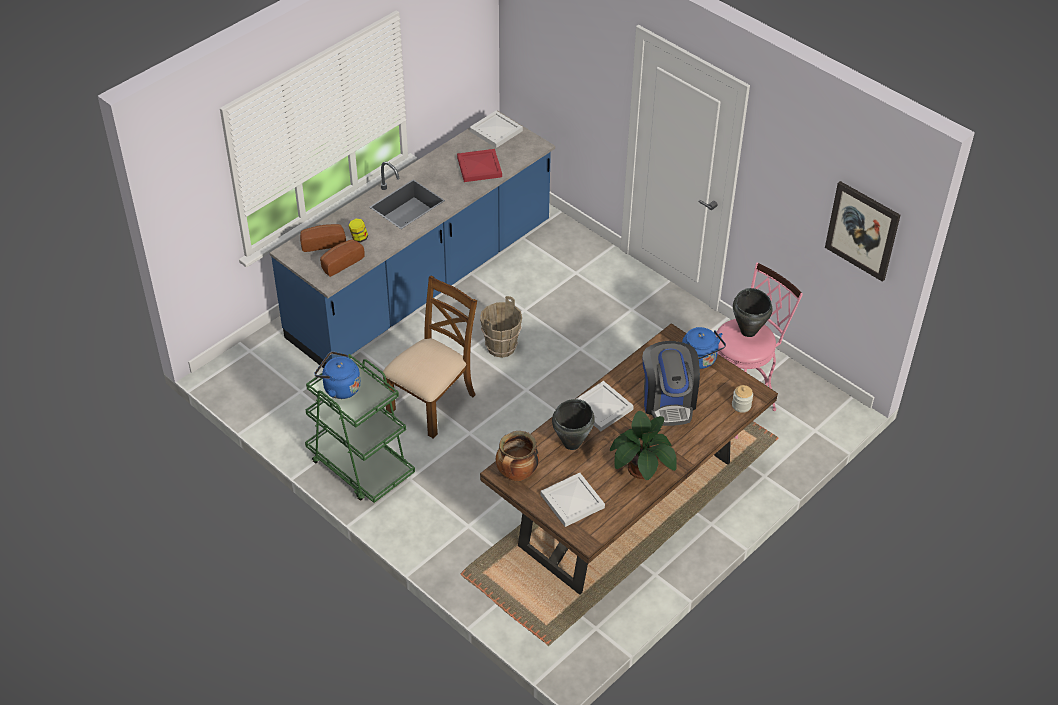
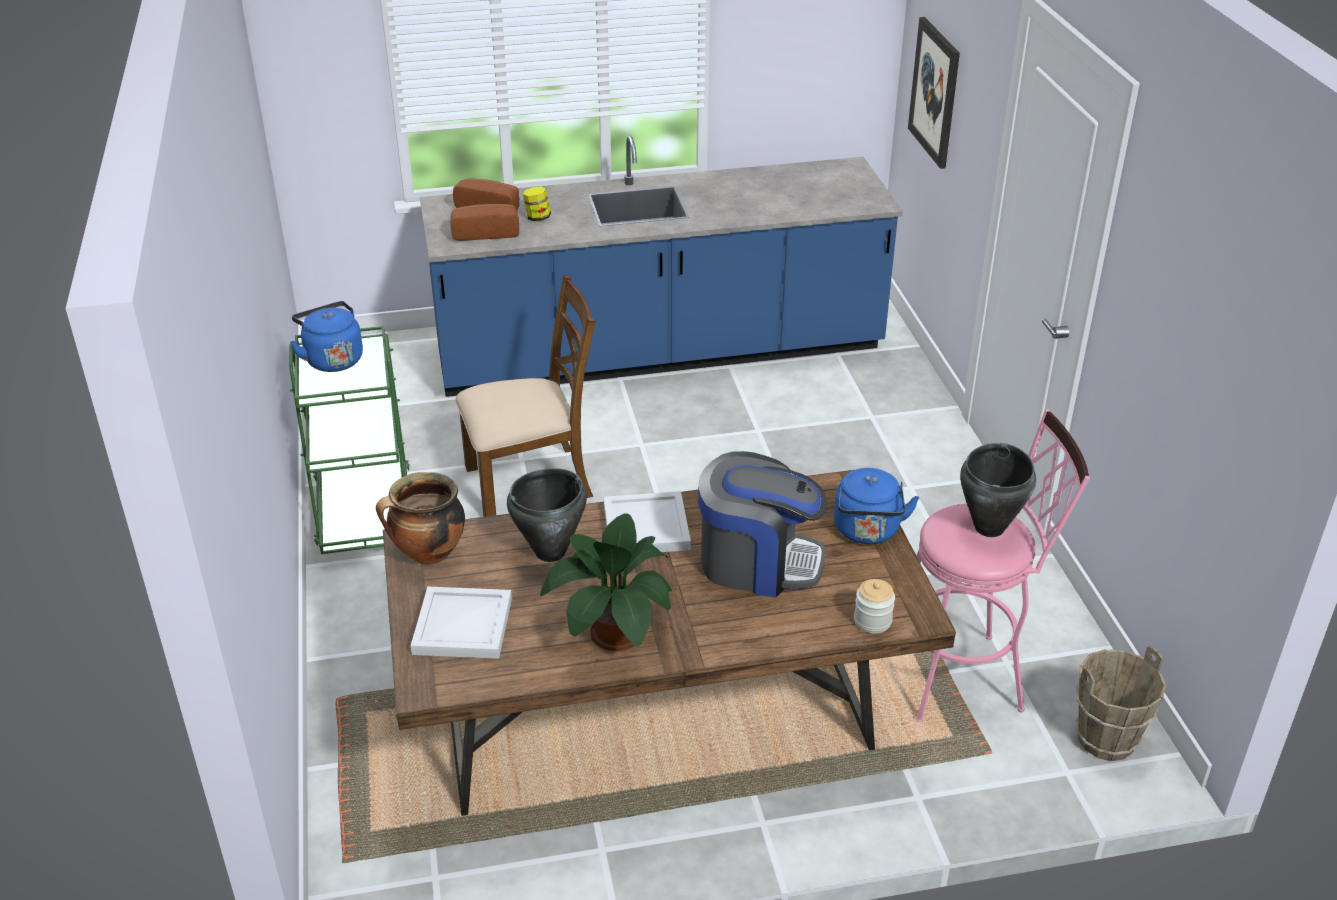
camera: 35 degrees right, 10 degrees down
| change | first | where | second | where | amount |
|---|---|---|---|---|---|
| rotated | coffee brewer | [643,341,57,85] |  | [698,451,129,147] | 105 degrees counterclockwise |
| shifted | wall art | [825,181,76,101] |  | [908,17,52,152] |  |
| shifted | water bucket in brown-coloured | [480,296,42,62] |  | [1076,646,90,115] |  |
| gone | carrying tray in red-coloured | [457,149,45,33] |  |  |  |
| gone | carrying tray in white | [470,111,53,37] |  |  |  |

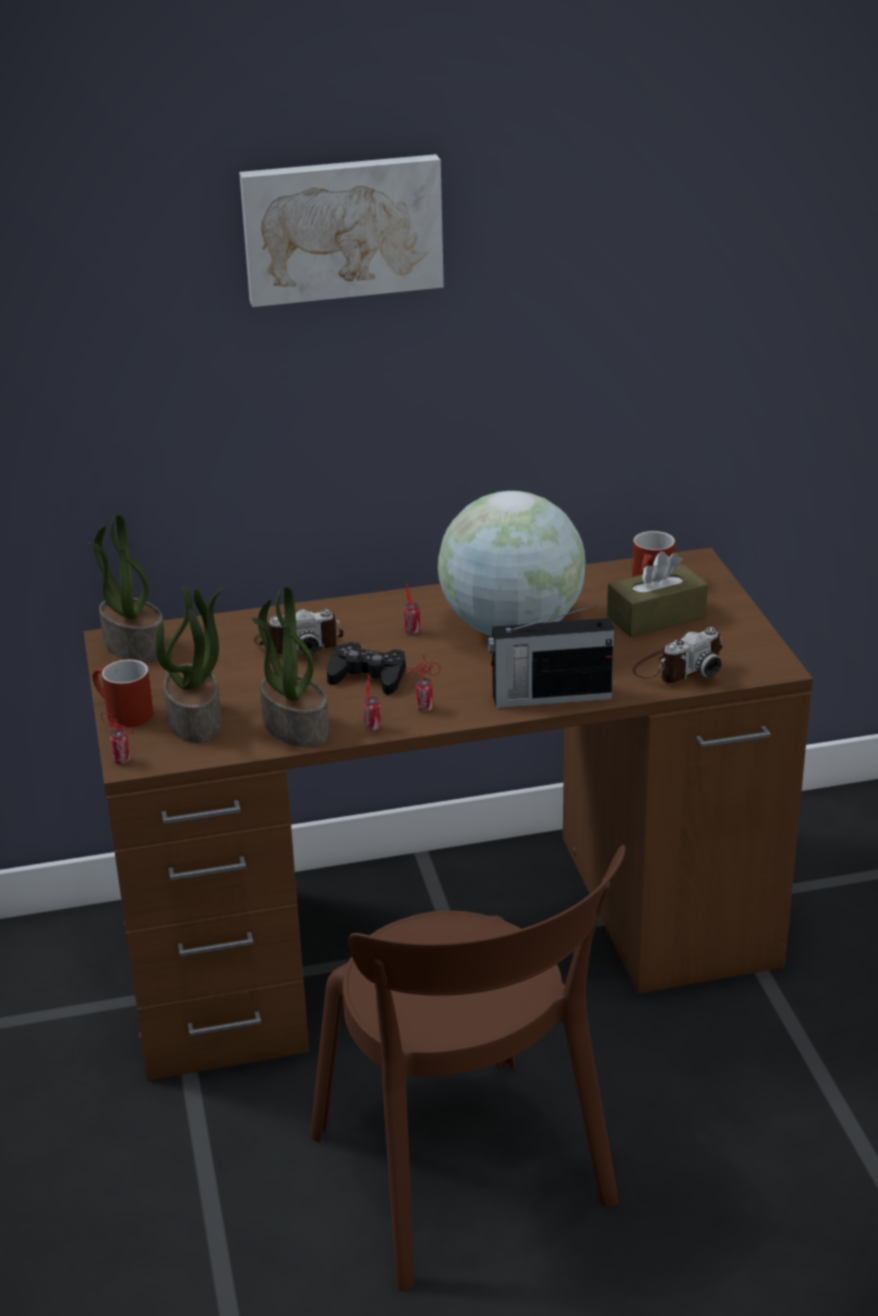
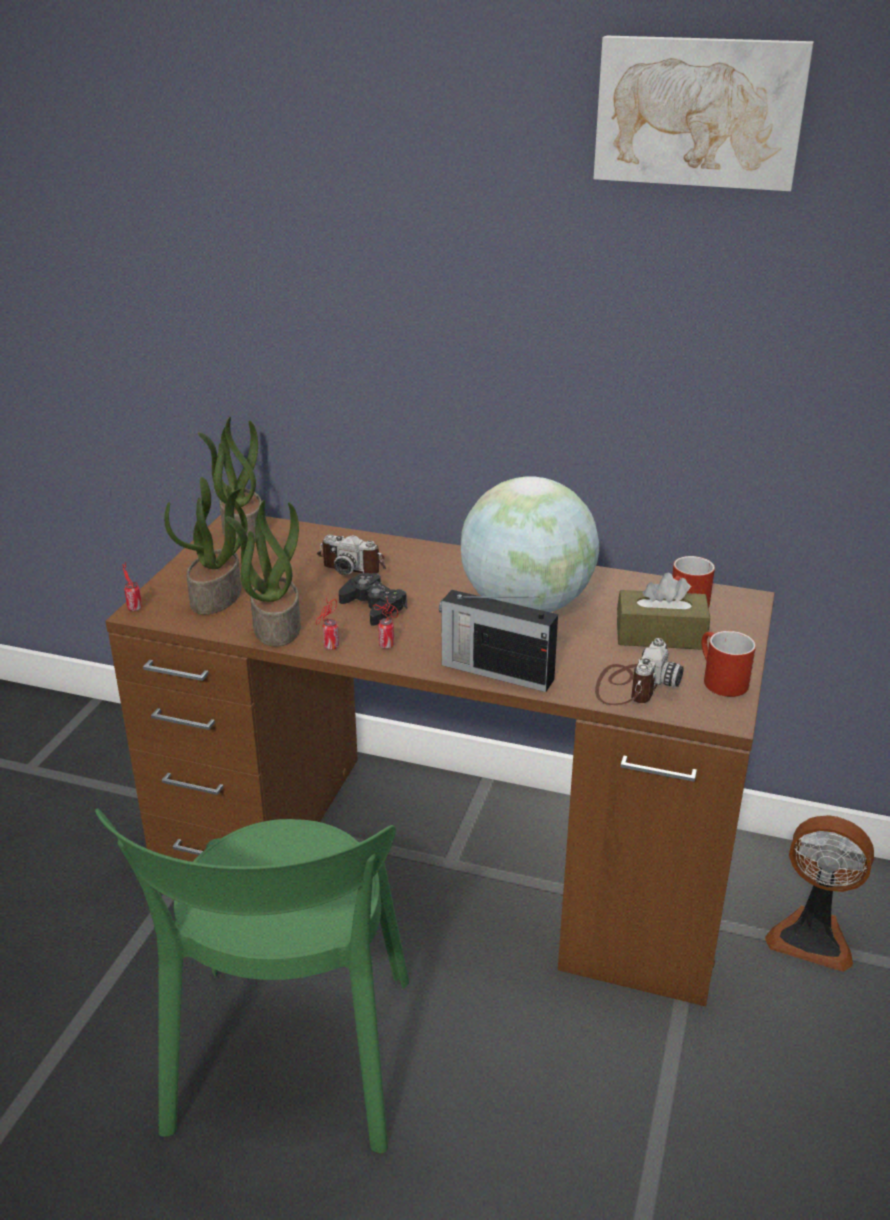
camera: 30 degrees right, 0 degrees up
| change | first | where | second | where | amount |
|---|---|---|---|---|---|
| repainted | chair in brown-coloured | [310,845,316,447] | chair in greenish | [95,808,314,345] |  |
| shifted | wall art | [239,154,205,153] |  | [593,35,221,156] |  |
| rotated | photo camera | [632,627,90,56] |  | [595,638,89,67] | 60 degrees counterclockwise |
| shifted | mug in red-coloured | [92,659,62,68] |  | [702,631,54,66] |  |
| new |  |  | electric fan | [765,815,109,157] |  |
| gone | metal can | [404,581,17,53] |  |  |  |

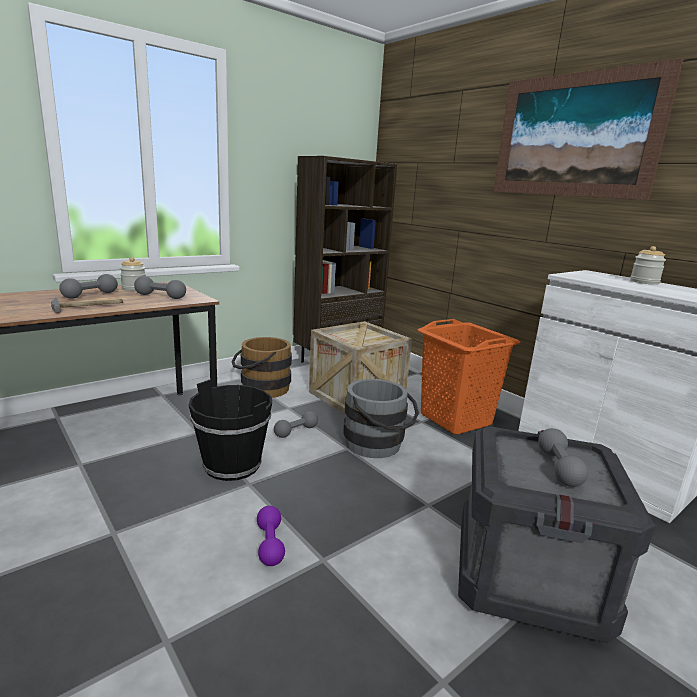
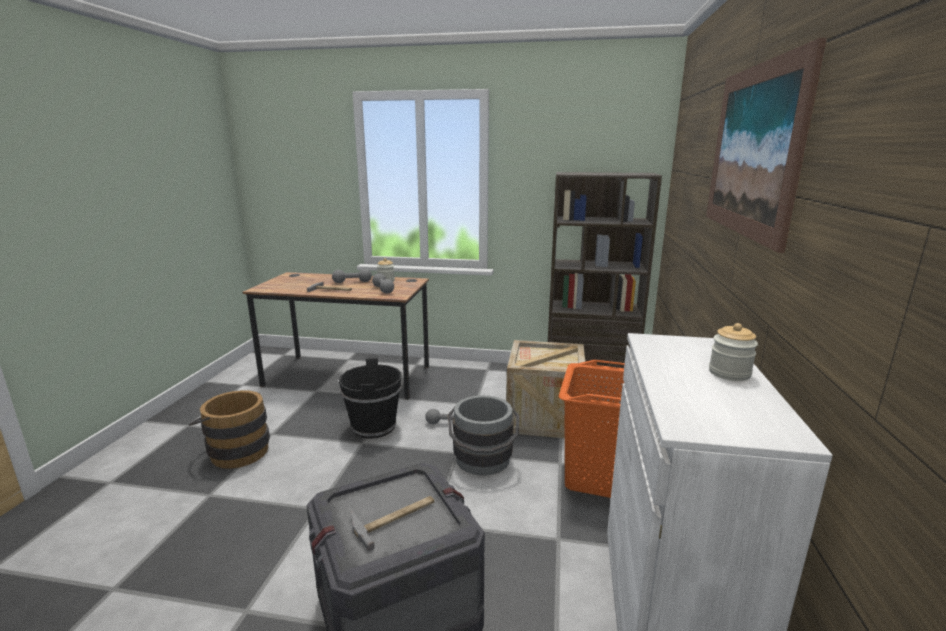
camera: 50 degrees right, 0 degrees up
| change | first | where | second | where | amount |
|---|---|---|---|---|---|
| shifted | water bucket in brown-coloured | [231,337,61,61] |  | [188,390,82,79] |  |
| swapped | free weight in greyish | [538,428,50,59] | tool hammer | [351,496,83,55] |  |
| gone | free weight in purple | [257,506,28,60] |  |  |  |

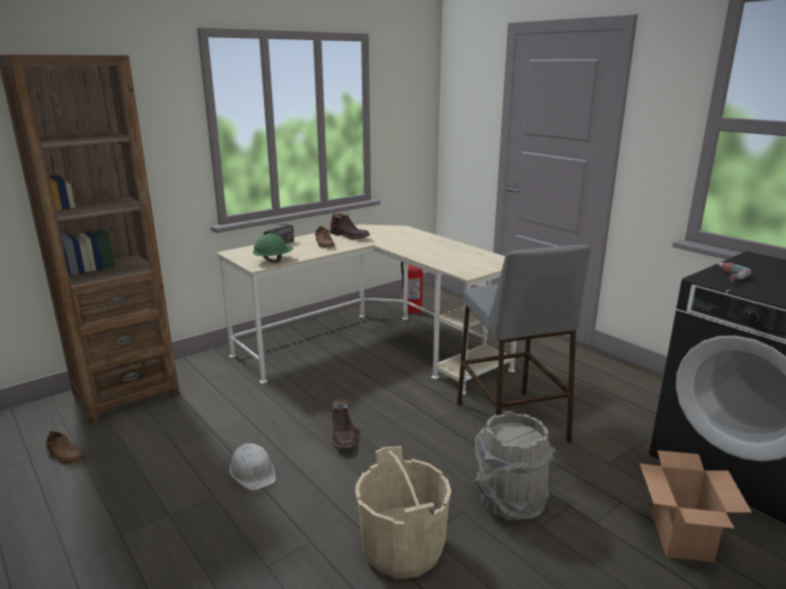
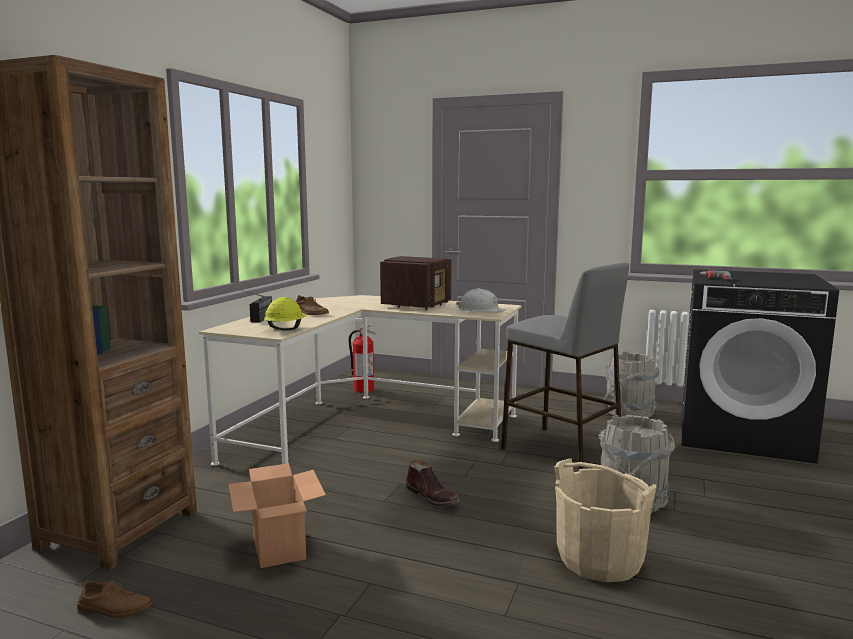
camera: 30 degrees left, 10 degrees down
| change | first | where | second | where | amount |
|---|---|---|---|---|---|
| shifted | cardboard box | [639,450,113,112] |  | [228,463,98,105] |  |
| repainted | hard hat in greenish | [253,233,40,30] | hard hat in yellow | [264,297,42,33] |  |
| new |  |  | radio | [380,256,71,54] |  |
| shifted | hard hat in white | [229,443,47,47] |  | [457,289,49,23] |  |
| new |  |  | water bucket in greyish | [603,352,56,65] |  |
| gone | high-top boot in brown-coloured | [330,213,40,26] |  |  |  |

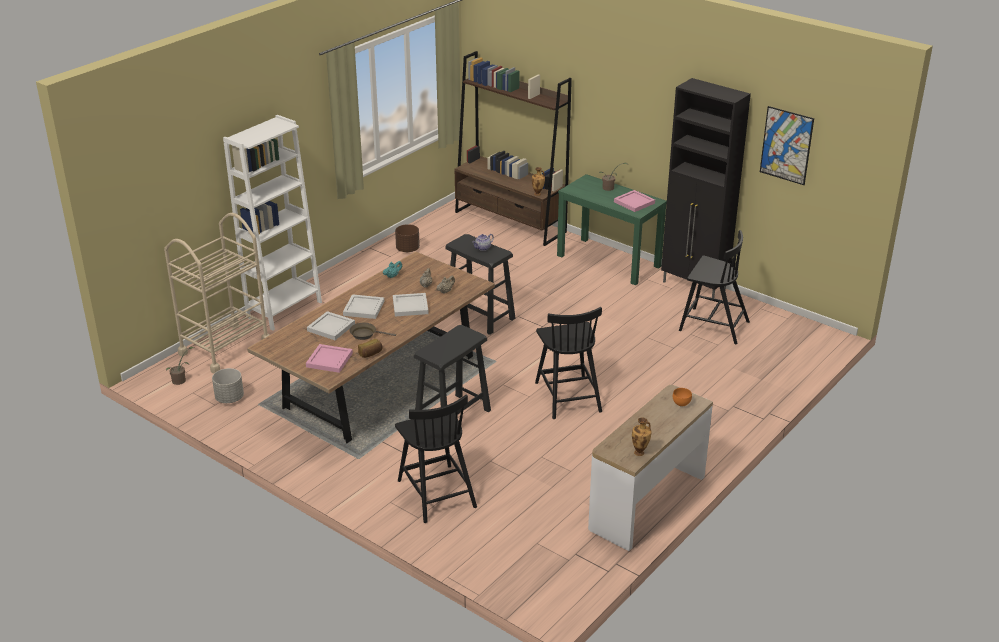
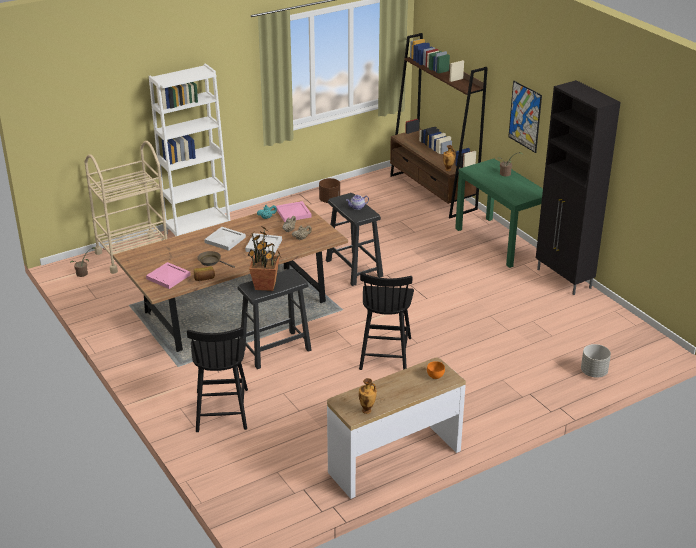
camera: 20 degrees right, 0 degrees up
| change | first | where | second | where | amount |
|---|---|---|---|---|---|
| new |  |  | potted plant | [248,227,33,64] |  |
| shifted | carrying tray in pink | [614,190,41,22] |  | [276,201,36,21] |  |
| shifted | wall art | [760,106,54,79] |  | [508,81,34,72] |  |
| shifted | plant pot in greyish | [212,368,32,35] |  | [581,344,30,33] |  |
| gone | carrying tray in white | [307,311,48,29] |  |  |  |
| gone | chair in blackish | [679,230,71,114] |  |  |  |

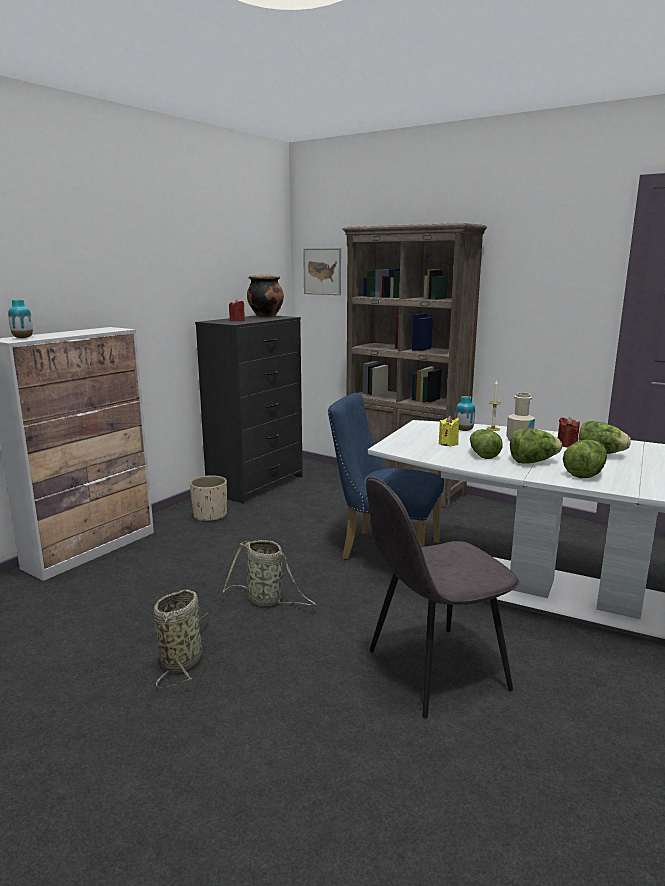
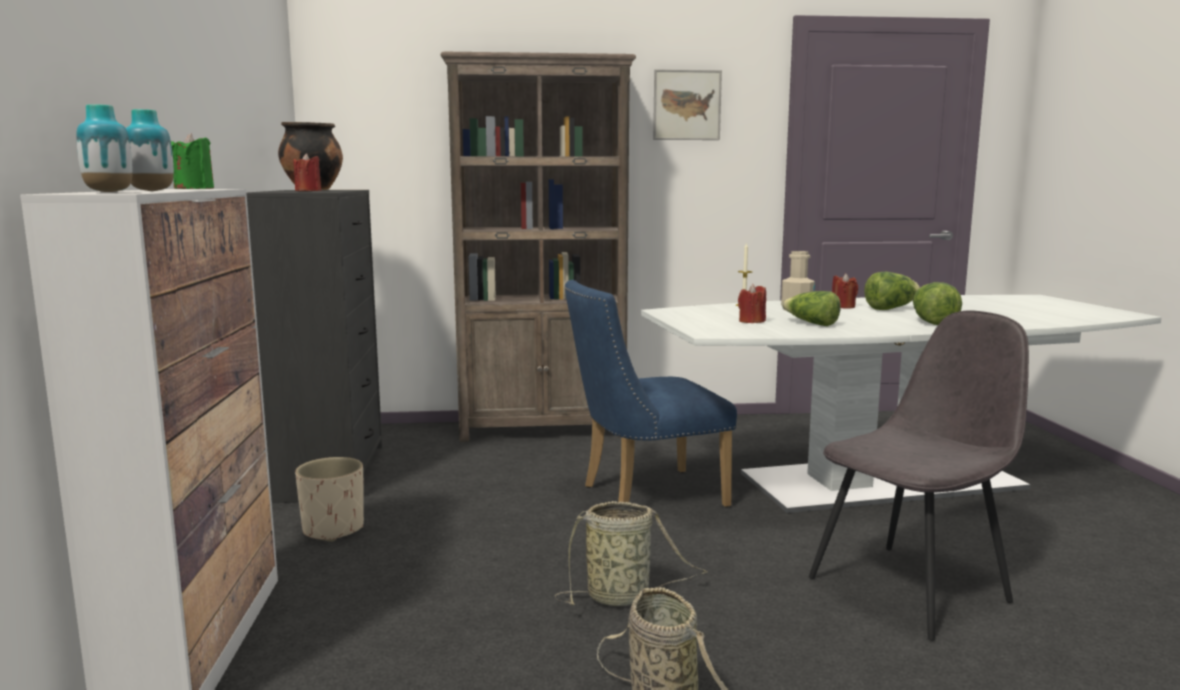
camera: 40 degrees left, 5 degrees down
| change | first | where | second | where | amount |
|---|---|---|---|---|---|
| shifted | vase | [455,396,20,35] |  | [126,109,48,82] |  |
| new |  |  | wax light in greenish | [171,134,43,55] |  |
| shifted | wall art | [303,248,38,47] |  | [653,69,69,71] |  |
| repainted | wax light in yellow | [439,416,20,30] | wax light in red-coloured | [738,284,28,39] |  |
| rotated | chair in greyish | [366,477,153,241] |  | [809,310,220,331] | 150 degrees counterclockwise |
| gone | lettuce head | [510,428,52,36] |  |  |  |

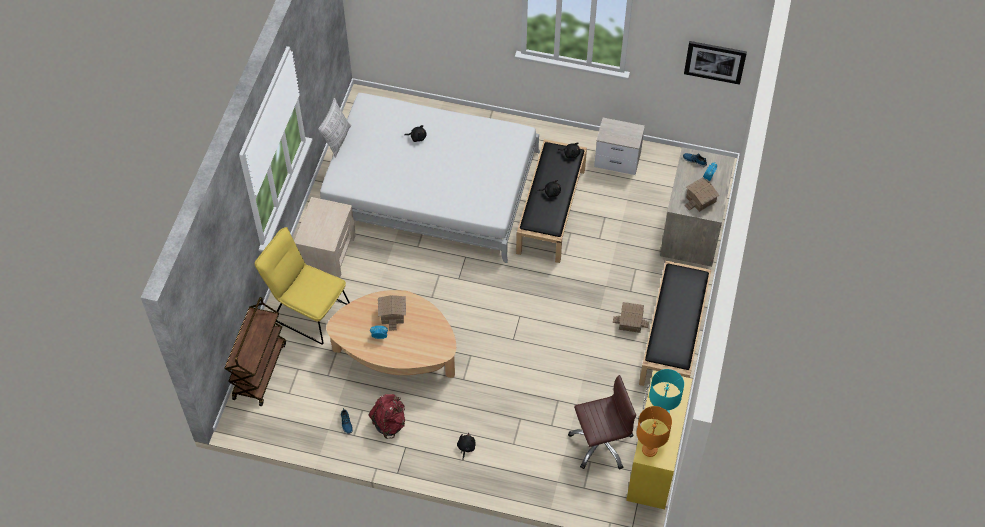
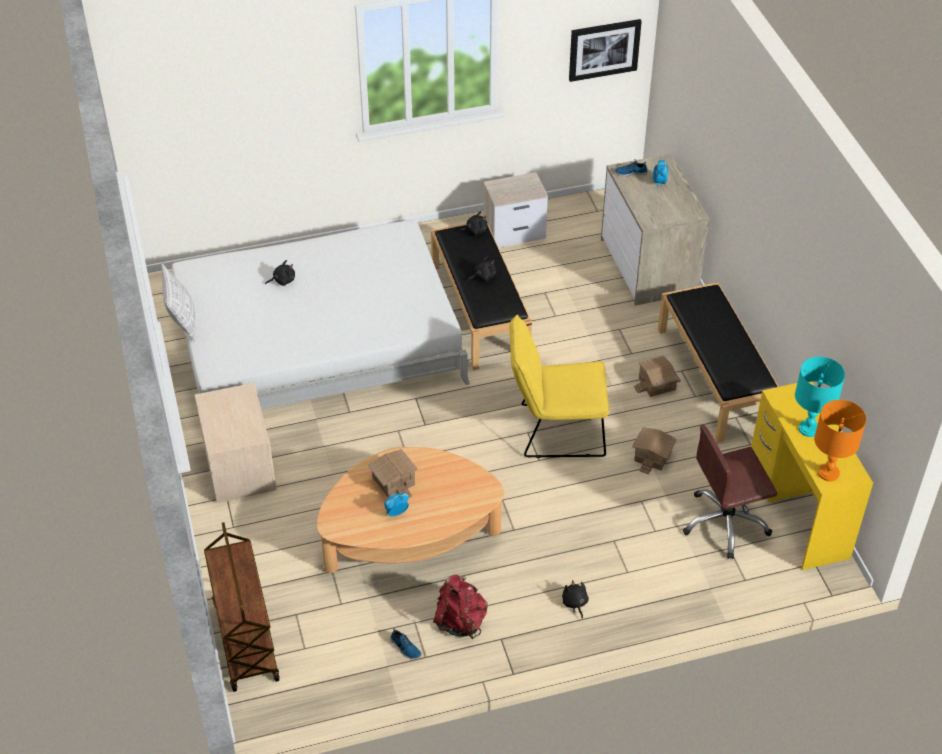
camera: 30 degrees left, 10 degrees down
| change | first | where | second | where | amount |
|---|---|---|---|---|---|
| shifted | chair in yellow | [254,227,96,118] |  | [509,315,101,143] |  |
| shifted | miniature house | [685,177,34,35] |  | [632,427,45,47] |  |
| rotated | office chair in brown-coloured | [568,375,68,94] |  | [683,425,95,134] | 150 degrees counterclockwise |

